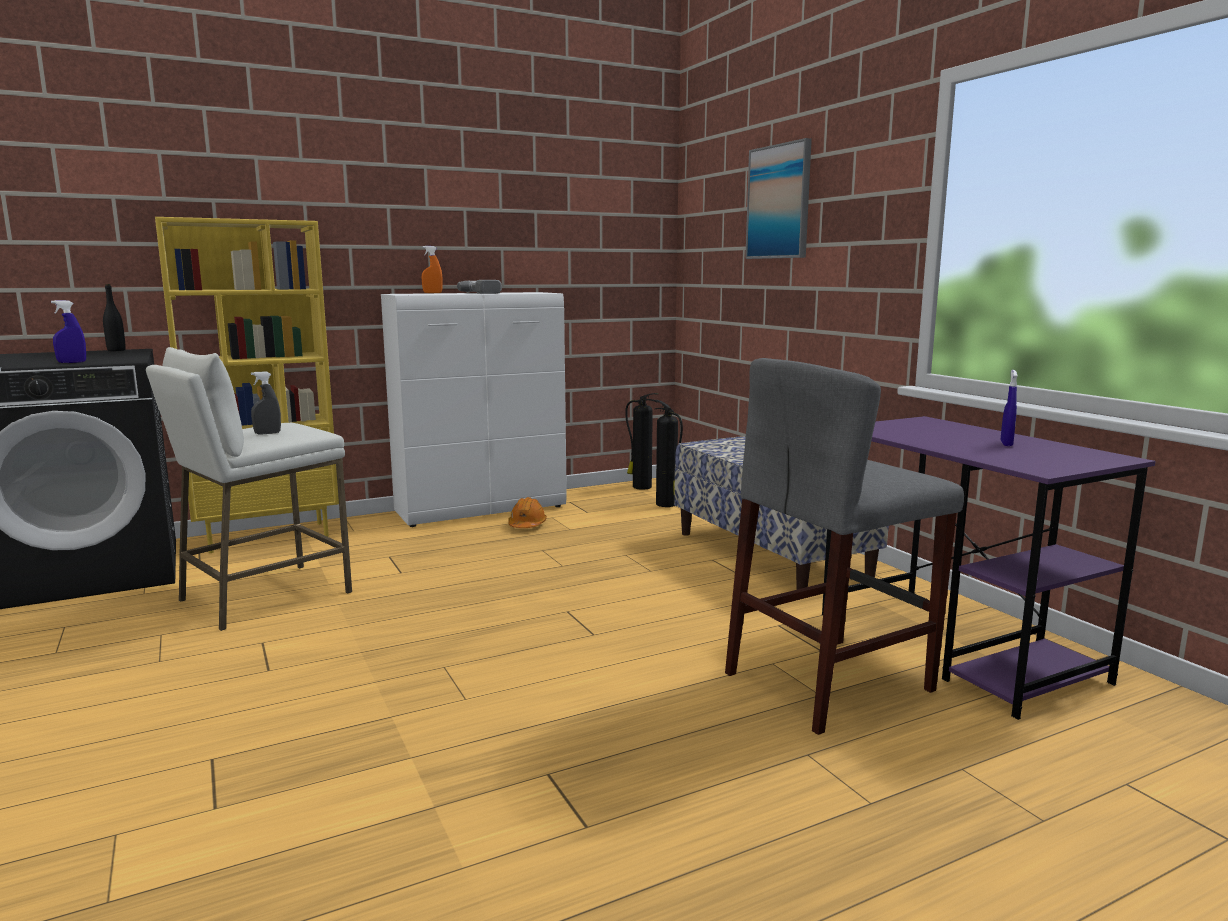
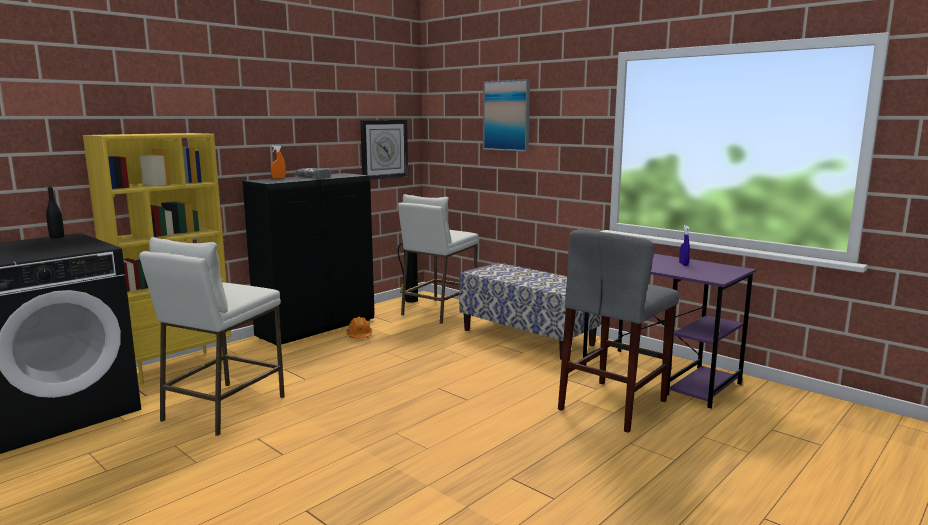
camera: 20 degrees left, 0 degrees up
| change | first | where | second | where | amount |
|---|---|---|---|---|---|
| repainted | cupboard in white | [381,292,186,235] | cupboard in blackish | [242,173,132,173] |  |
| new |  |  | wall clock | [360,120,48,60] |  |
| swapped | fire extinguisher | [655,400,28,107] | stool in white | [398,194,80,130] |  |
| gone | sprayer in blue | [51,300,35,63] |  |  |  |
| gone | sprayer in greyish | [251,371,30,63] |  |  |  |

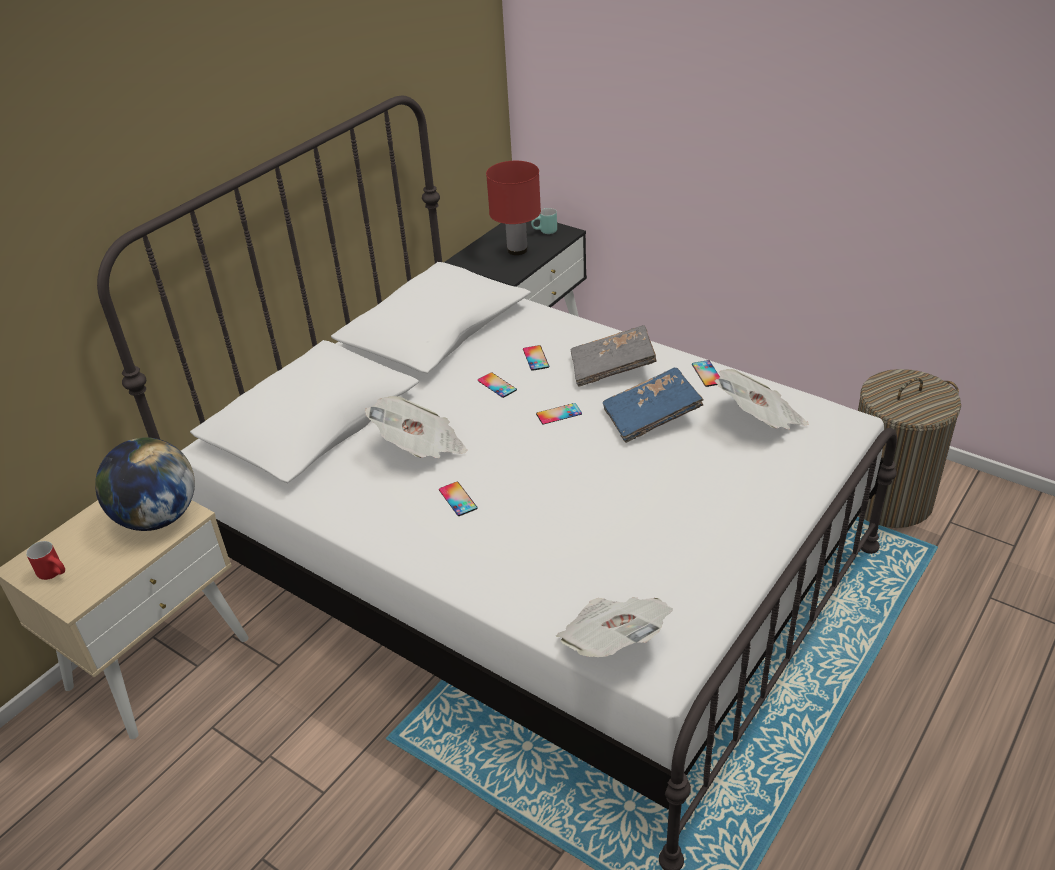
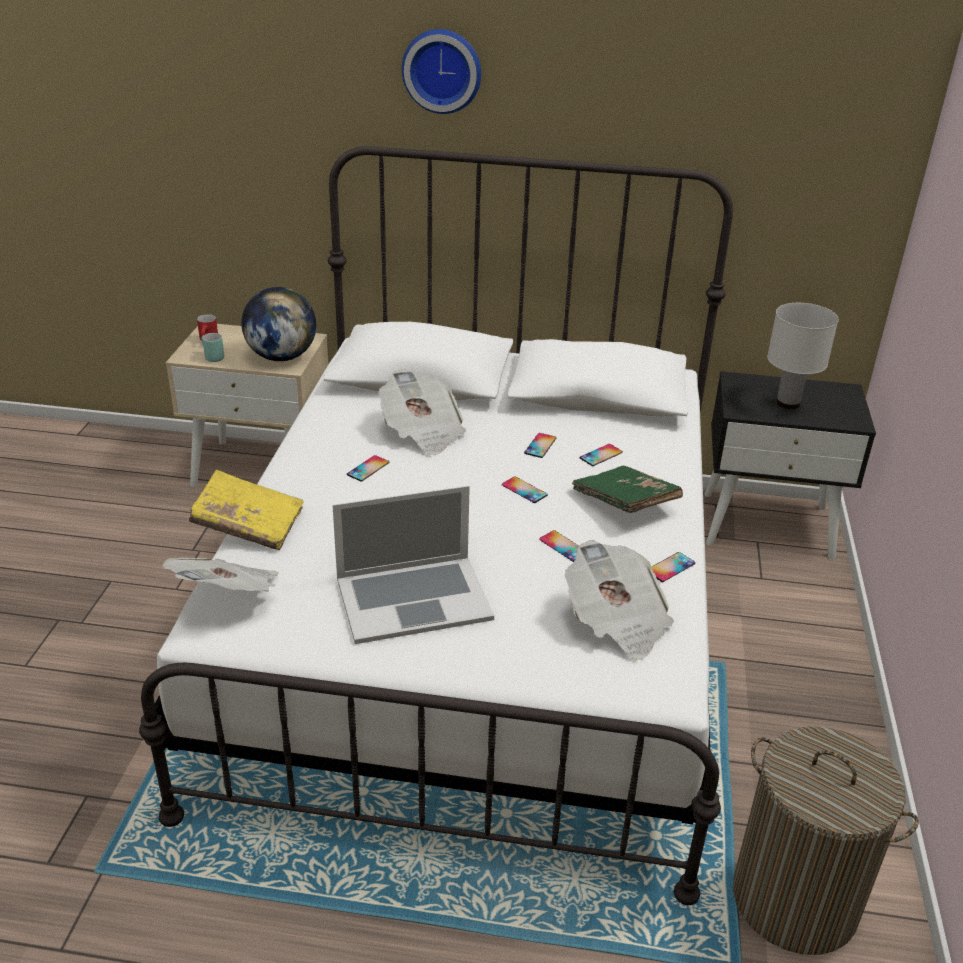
camera: 60 degrees right, 5 degrees down
| change | first | where | second | where | amount |
|---|---|---|---|---|---|
| new |  |  | book in yellow | [189,470,115,80] |  |
| shifted | mug in blue-green | [531,208,26,26] |  | [201,333,23,29] |  |
| new |  |  | laptop | [332,486,162,158] |  |
| new |  |  | wall clock | [402,29,79,85] |  |
| swapped | book in blue | [603,367,101,76] | phone | [539,530,40,32] |  |
| repainted | book in greyish | [571,325,86,62] | book in greenish | [572,466,111,47] |  |
| repainted | table lamp in red-coloured | [486,161,55,94] | table lamp in white | [767,303,72,106] |  |

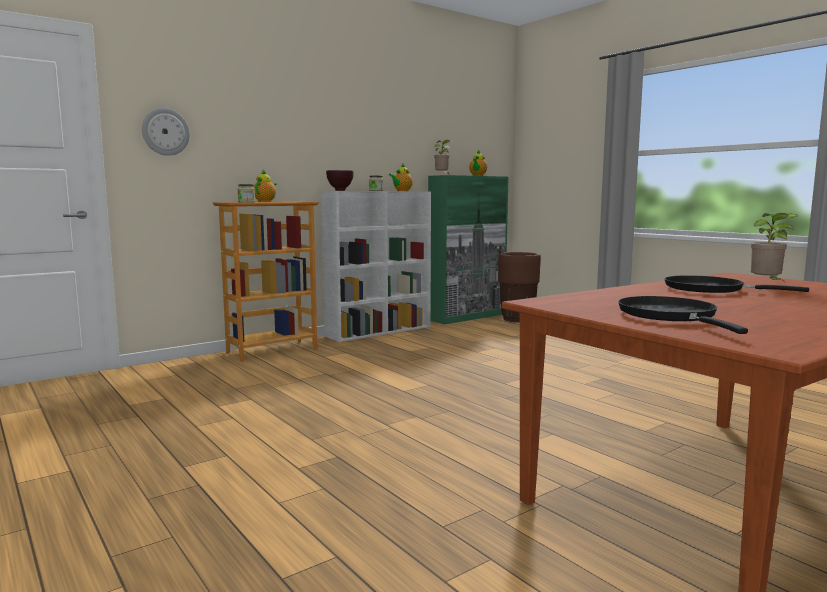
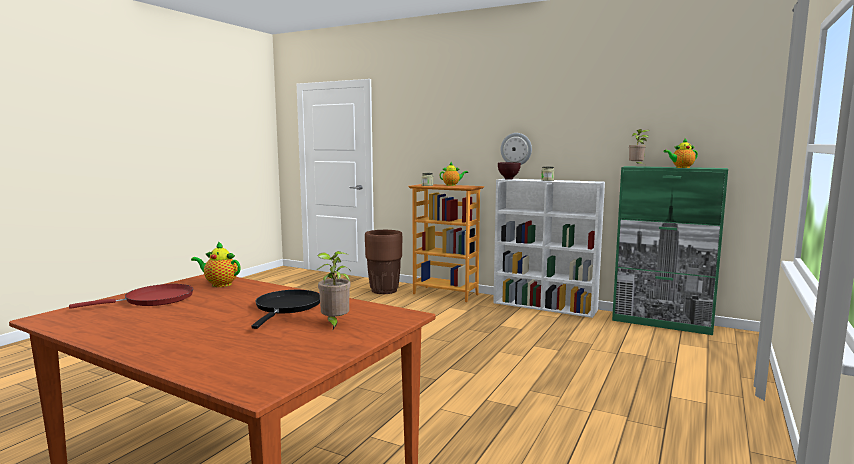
camera: 65 degrees right, 0 degrees up
| change | first | where | second | where | amount |
|---|---|---|---|---|---|
| repainted | pan in blackish | [618,296,130,38] | pan in red-coloured | [69,284,125,25] |  |
| shifted | teapot | [389,163,24,28] |  | [191,241,50,46] |  |
| shifted | plant pot in brown-coloured | [498,252,43,70] |  | [365,230,37,64] |  |
| shifted | wall clock | [142,108,48,48] |  | [501,133,31,32] |  |

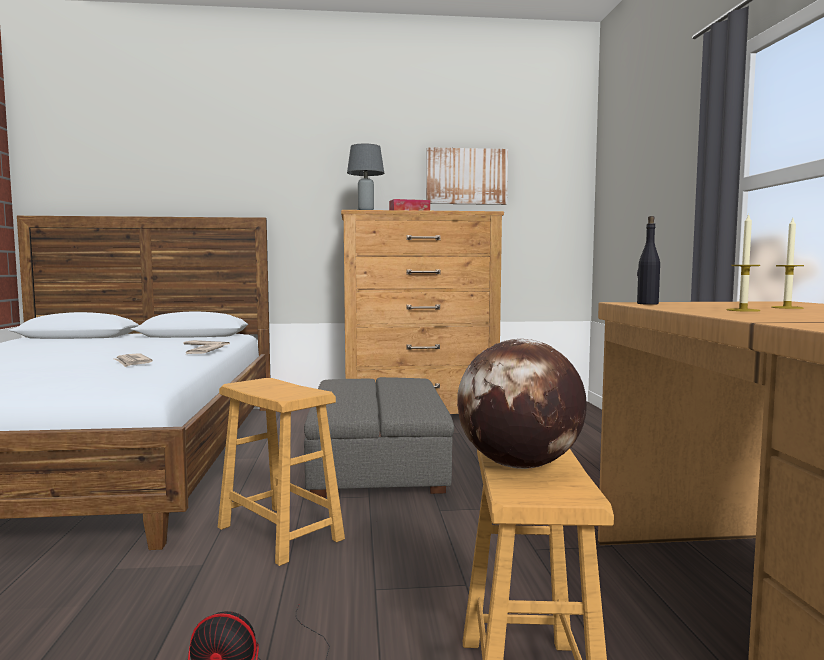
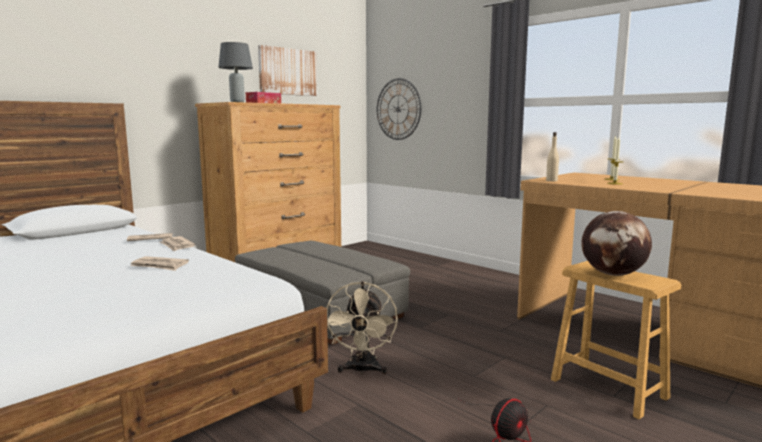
camera: 40 degrees left, 5 degrees up
| change | first | where | second | where | amount |
|---|---|---|---|---|---|
| swapped | stool in brown-coloured | [218,378,127,188] | electric fan in sand-coloured | [326,281,72,94] |  |
| new |  |  | wall clock | [377,78,44,62] |  |
| repainted | drink bottle in blackish | [637,216,23,89] | drink bottle in sand-coloured | [546,132,13,49] |  |

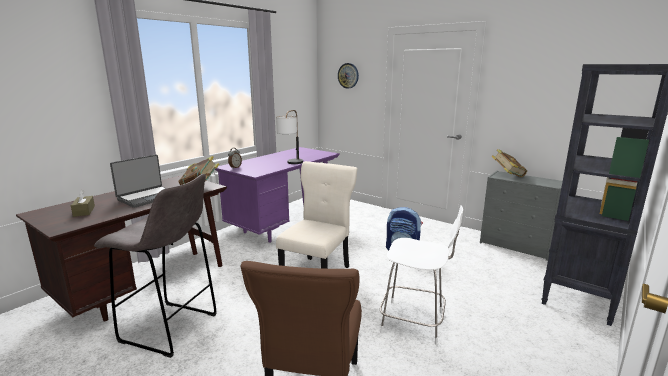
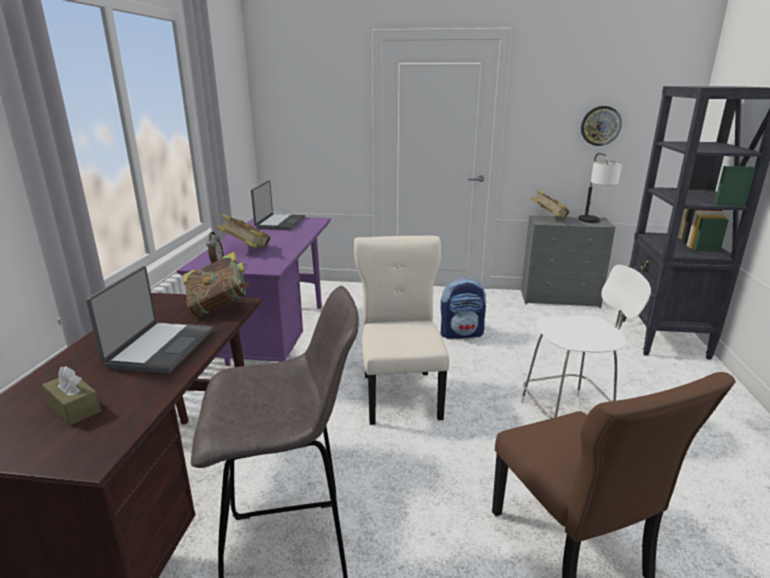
camera: 30 degrees left, 5 degrees up
| change | first | where | second | where | amount |
|---|---|---|---|---|---|
| new |  |  | book | [216,214,54,34] |  |
| new |  |  | laptop | [251,180,54,50] |  |
| shifted | table lamp | [276,110,27,54] |  | [578,153,44,70] |  |
| shifted | wall clock | [338,63,21,26] |  | [581,106,41,40] |  |

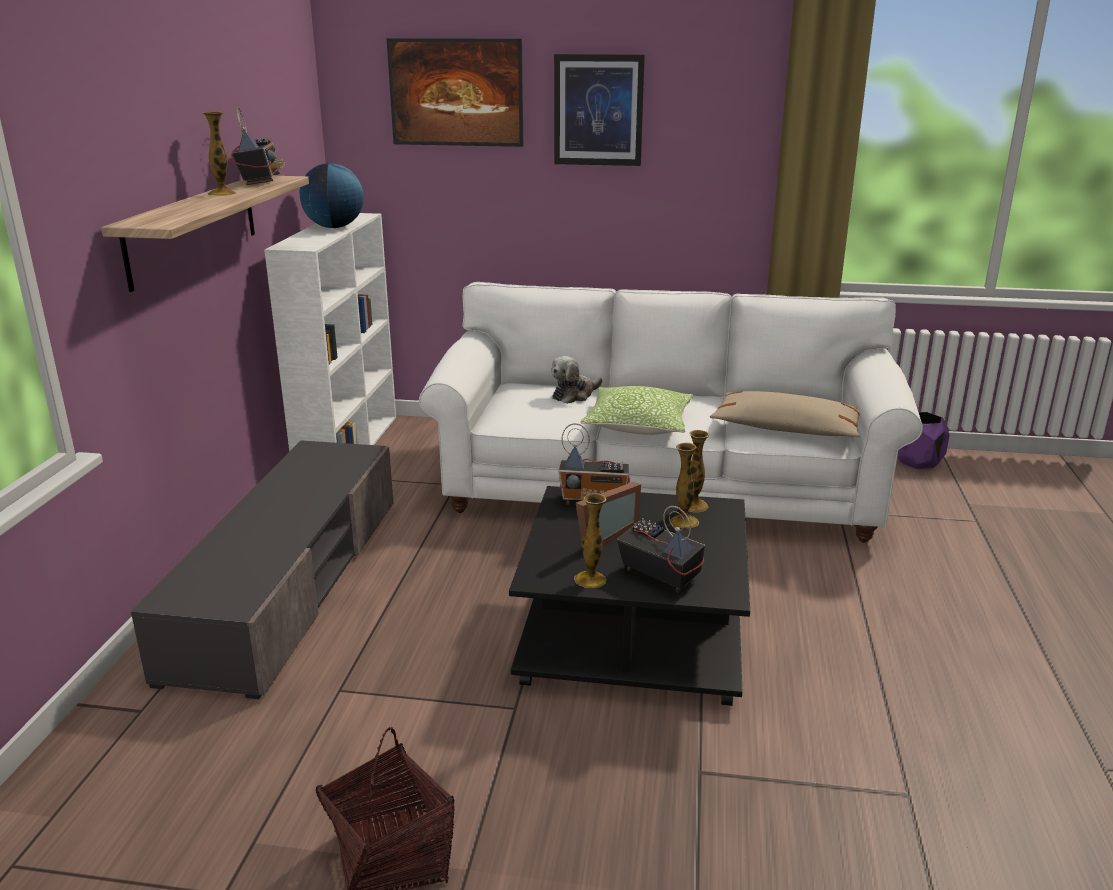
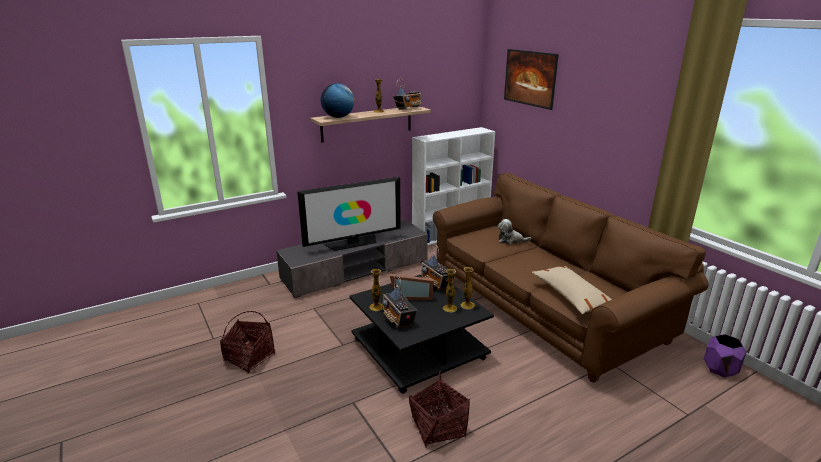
camera: 50 degrees right, 0 degrees up
| change | first | where | second | where | amount |
|---|---|---|---|---|---|
| new |  |  | television | [297,177,104,74] |  |
| shifted | desk globe | [300,163,64,65] |  | [321,83,34,35] |  |
| rotated | radio | [617,506,88,86] |  | [382,275,35,53] | 150 degrees clockwise |
| new |  |  | basket | [409,371,61,77] |  |
| repainted | settee in white | [419,282,504,261] | settee in brown-coloured | [433,173,276,209] |  |
| gone | wall art | [554,54,91,112] |  |  |  |
| gone | pillow | [580,386,113,49] |  |  |  |

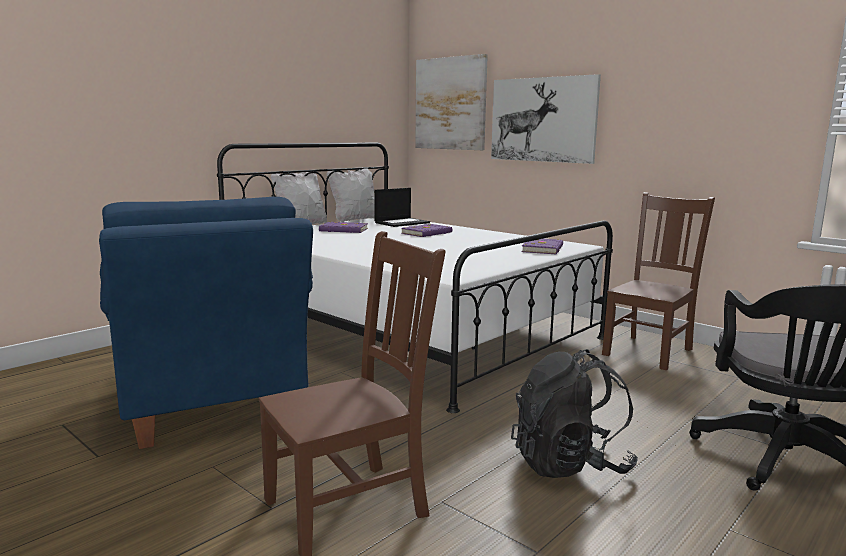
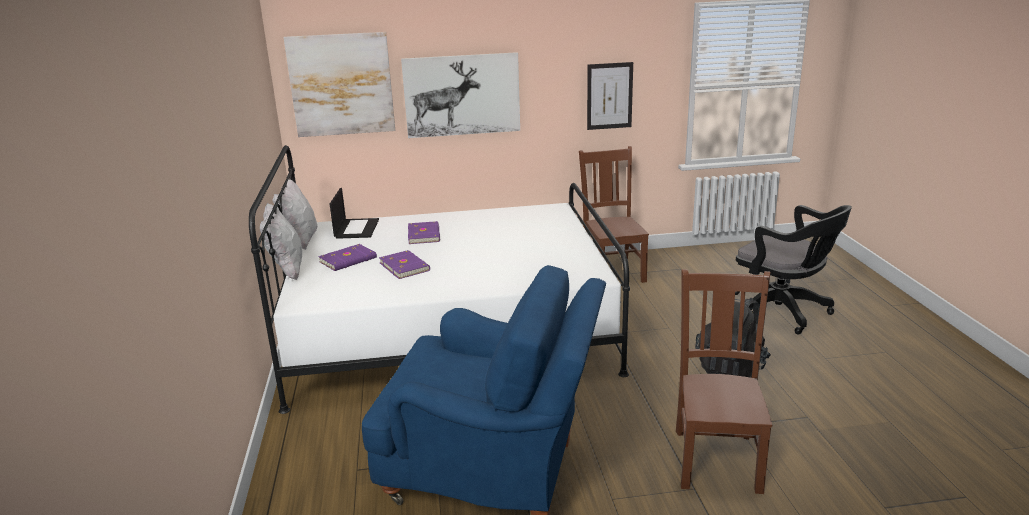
camera: 50 degrees left, 10 degrees up
| change | first | where | second | where | amount |
|---|---|---|---|---|---|
| shifted | book in purple | [522,239,41,15] |  | [379,250,51,29] |  |
| new |  |  | wall art | [587,62,46,68] |  |

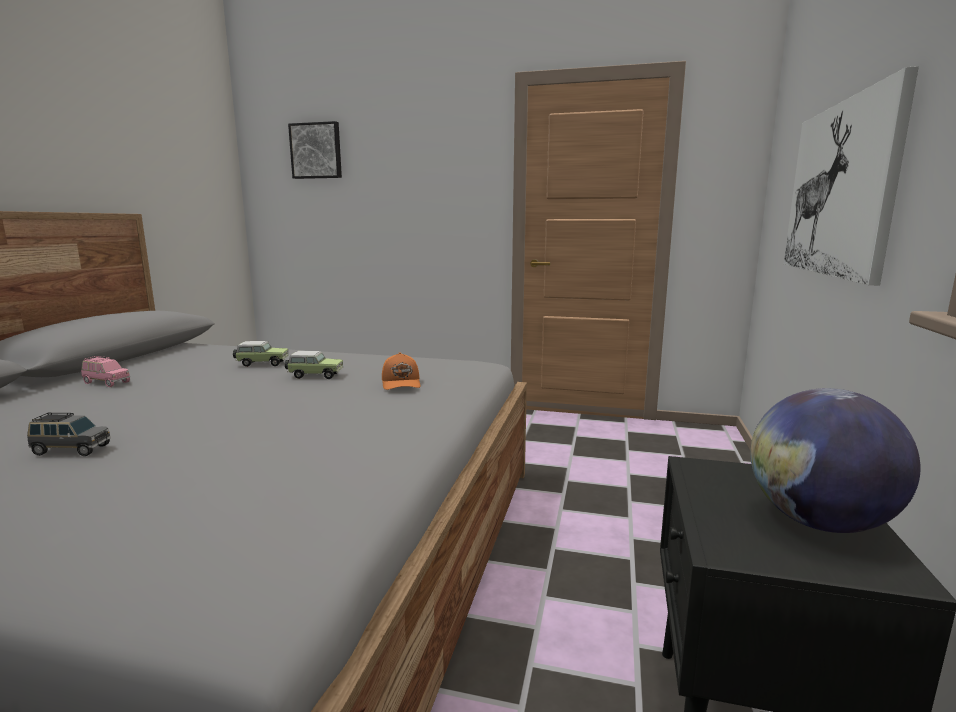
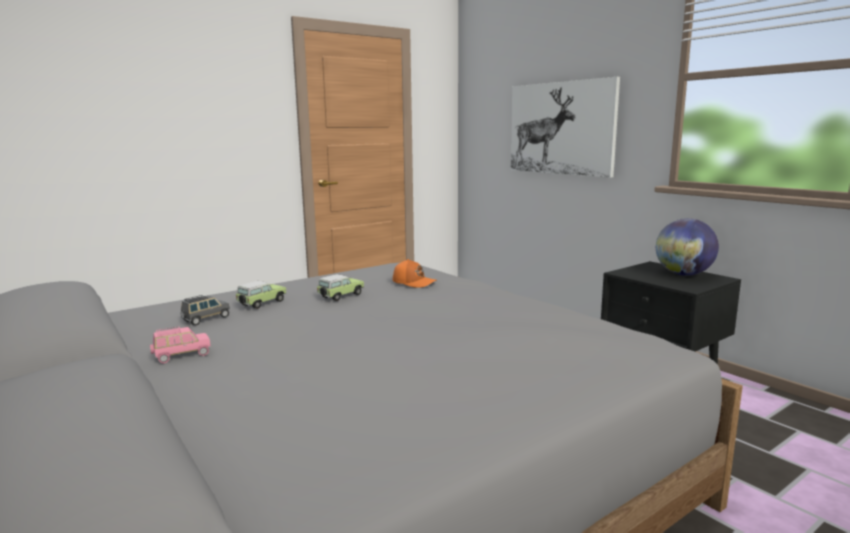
camera: 50 degrees left, 0 degrees up
| change | first | where | second | where | amount |
|---|---|---|---|---|---|
| shifted | model car in greyish | [27,413,84,43] |  | [181,295,49,30] |  |
| gone | wall art | [288,121,54,58] |  |  |  |

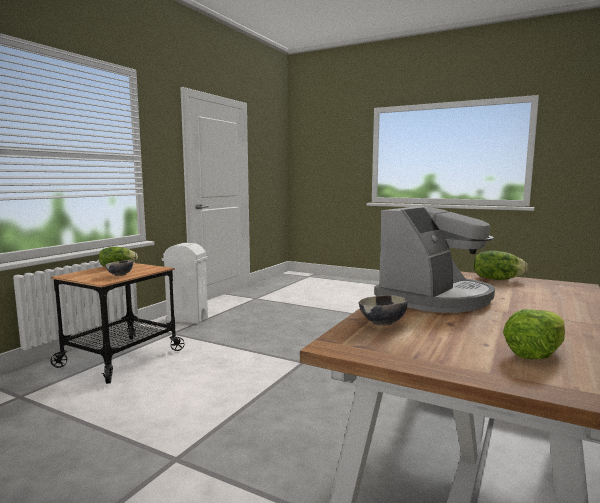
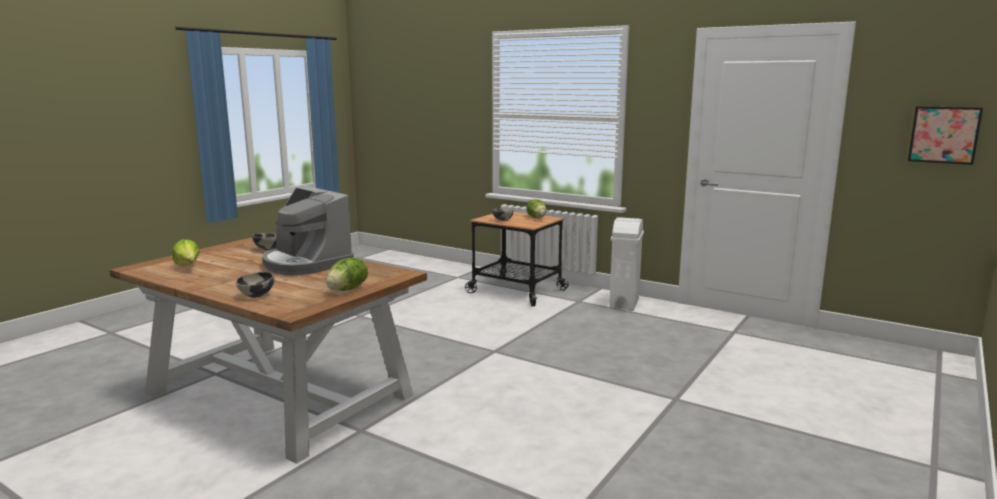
camera: 95 degrees right, 5 degrees up
| change | first | where | second | where | amount |
|---|---|---|---|---|---|
| new |  |  | deep dish | [236,272,38,26] |  |
| new |  |  | wall art | [908,106,75,59] |  |

